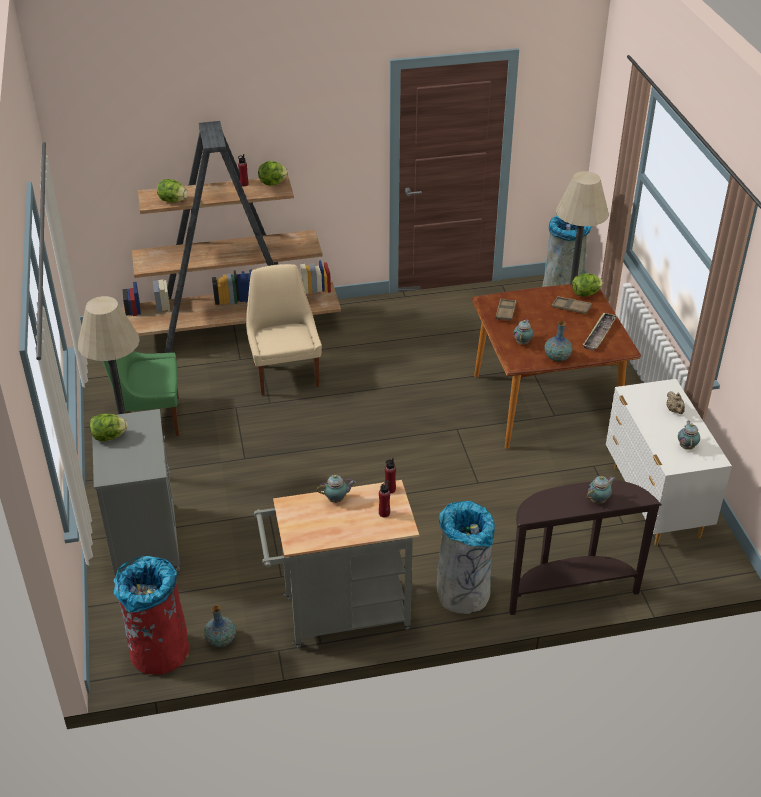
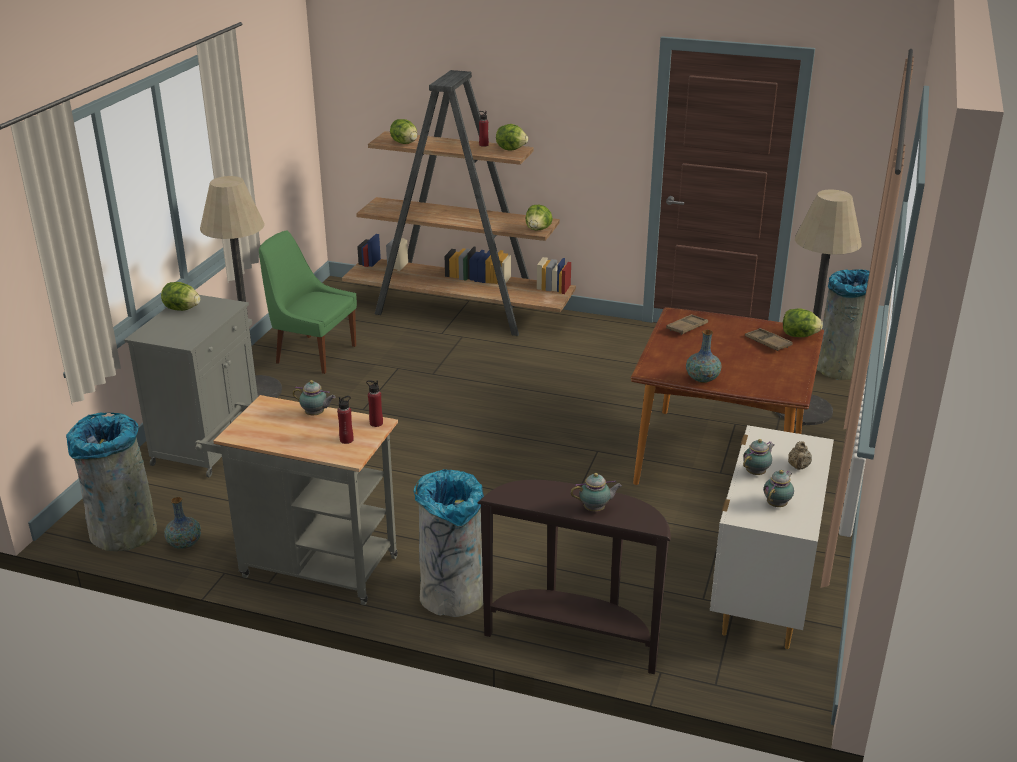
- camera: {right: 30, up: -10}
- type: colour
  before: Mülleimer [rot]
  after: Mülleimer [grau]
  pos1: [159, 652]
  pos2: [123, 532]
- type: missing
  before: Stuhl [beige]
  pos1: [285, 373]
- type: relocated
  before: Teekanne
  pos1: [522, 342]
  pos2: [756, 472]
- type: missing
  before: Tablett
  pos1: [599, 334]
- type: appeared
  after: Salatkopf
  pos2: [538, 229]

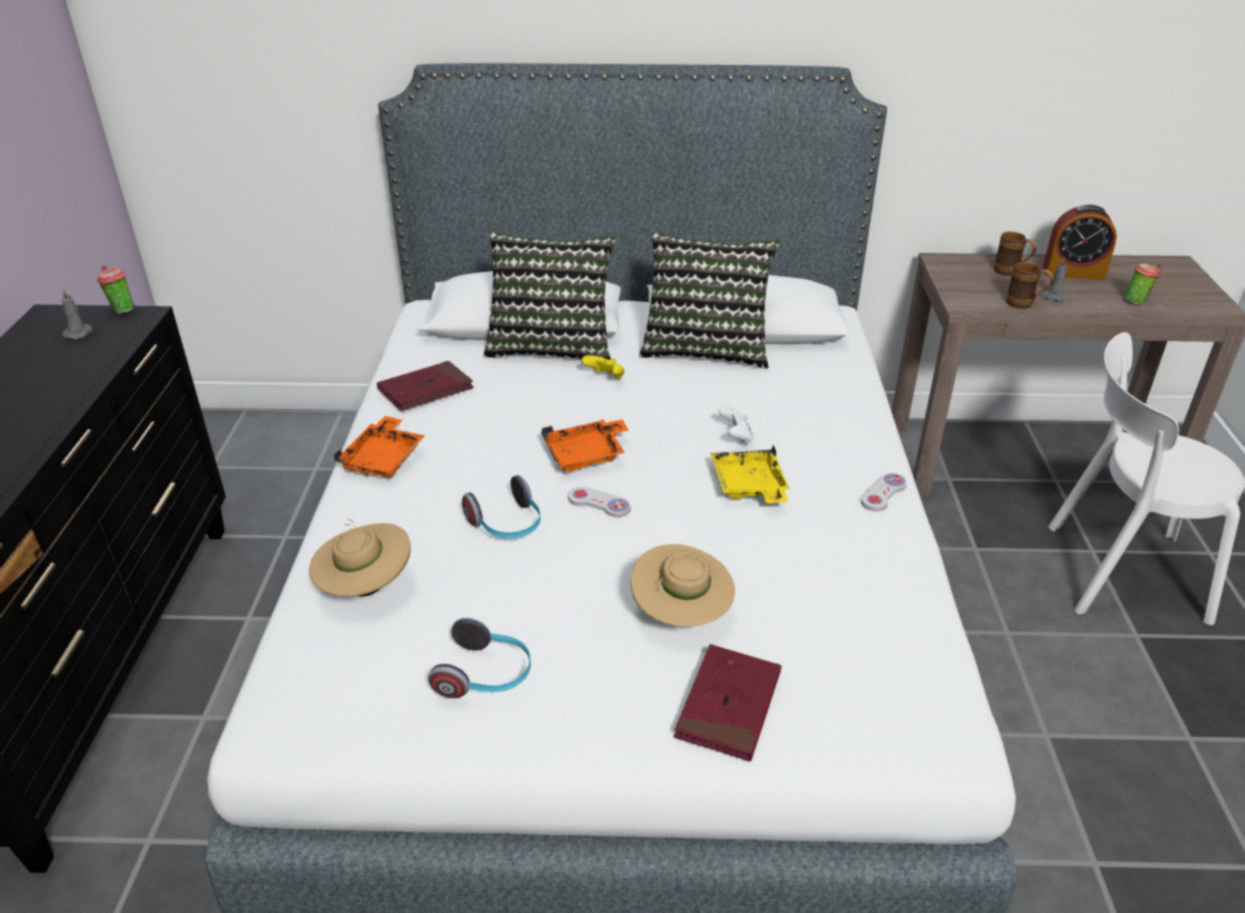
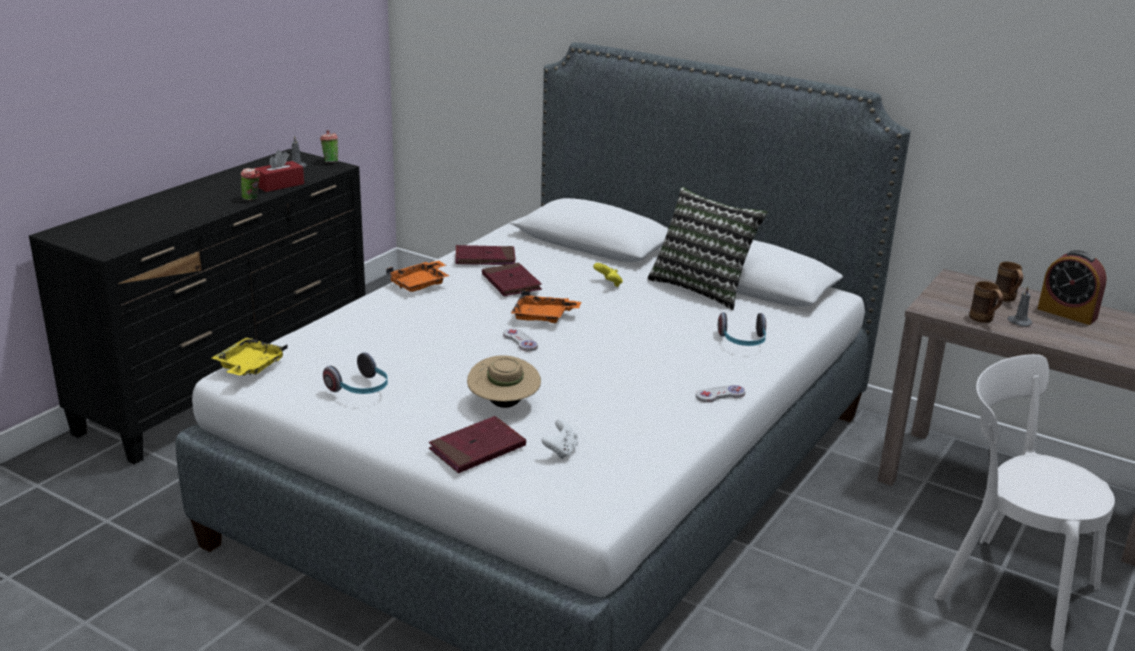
- camera: {right: 30, up: -10}
- type: missing
  before: Hut [beige]
  pos1: [365, 587]
- type: relocated
  before: Kopfhörer
  pos1: [507, 525]
  pos2: [743, 342]
- type: missing
  before: Kissen
  pos1: [551, 346]
- type: relocated
  before: Tablett [gelb]
  pos1: [749, 487]
  pos2: [249, 367]
- type: relocated
  before: Gamepad [weiß]
  pos1: [736, 438]
  pos2: [561, 451]
- type: relocated
  before: Tasse
  pos1: [1137, 301]
  pos2: [252, 199]
- type: appeared
  after: Taschentuchbox [rot]
  pos2: [279, 185]
- type: appeared
  after: Buch [rot]
  pos2: [511, 283]

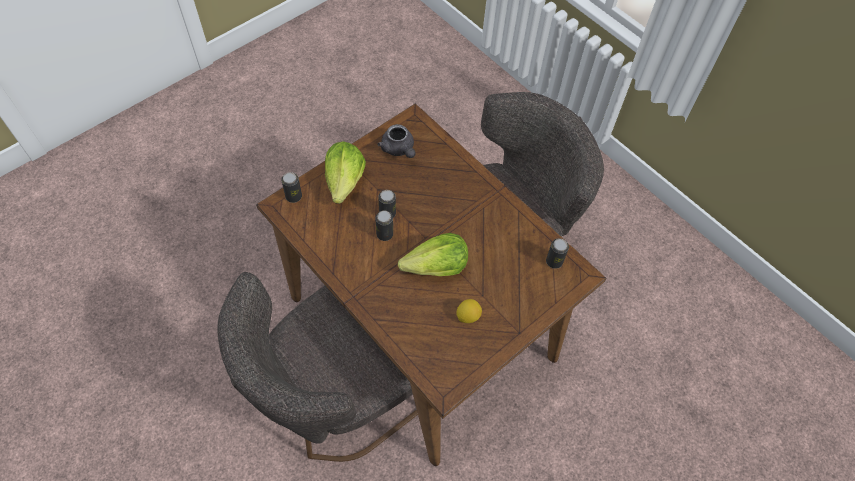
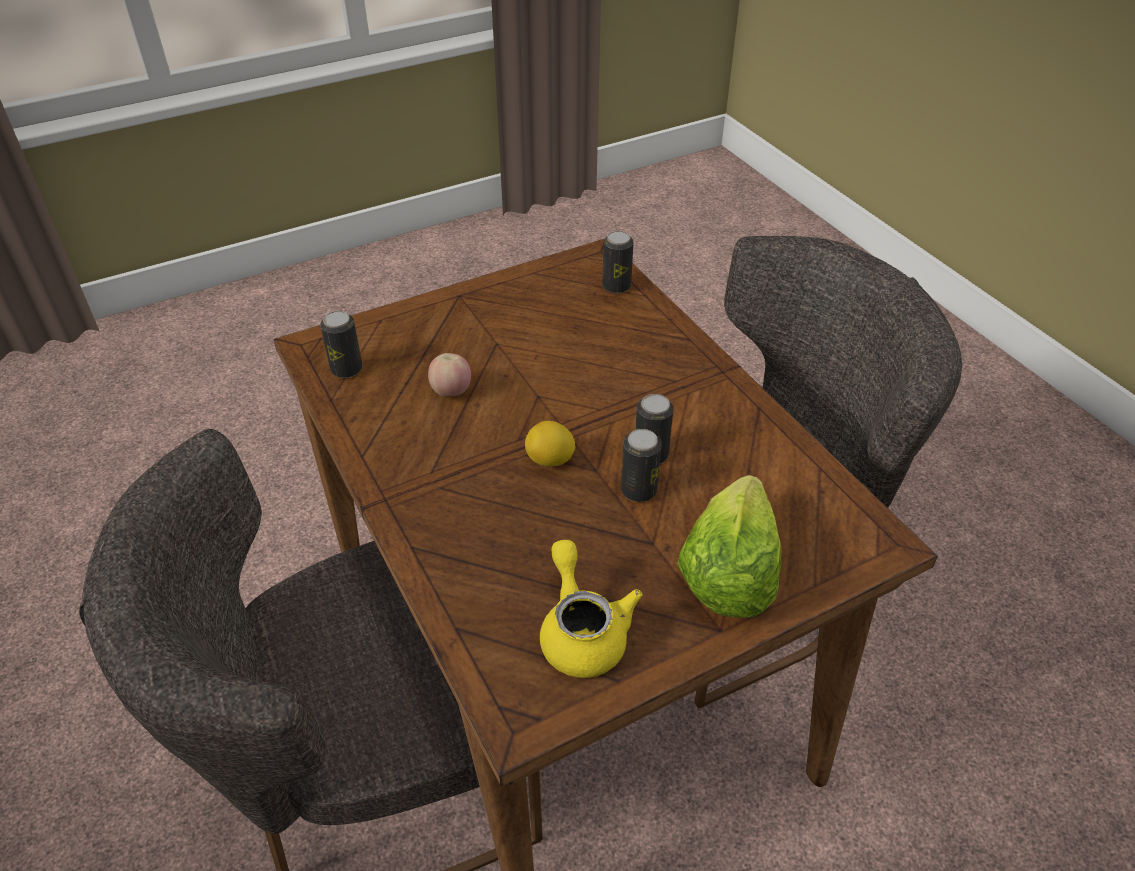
- camera: {right: -165, up: -15}
- type: relocated
  before: Dose
  pos1: [293, 196]
  pos2: [616, 286]
- type: colour
  before: Teekanne [grau]
  after: Teekanne [gelb]
  pos1: [399, 149]
  pos2: [582, 631]
- type: missing
  before: Salatkopf
  pos1: [436, 267]
- type: relocated
  before: Zitrone
  pos1: [468, 316]
  pos2: [550, 460]
- type: appeared
  after: Apfel
  pos2: [451, 392]

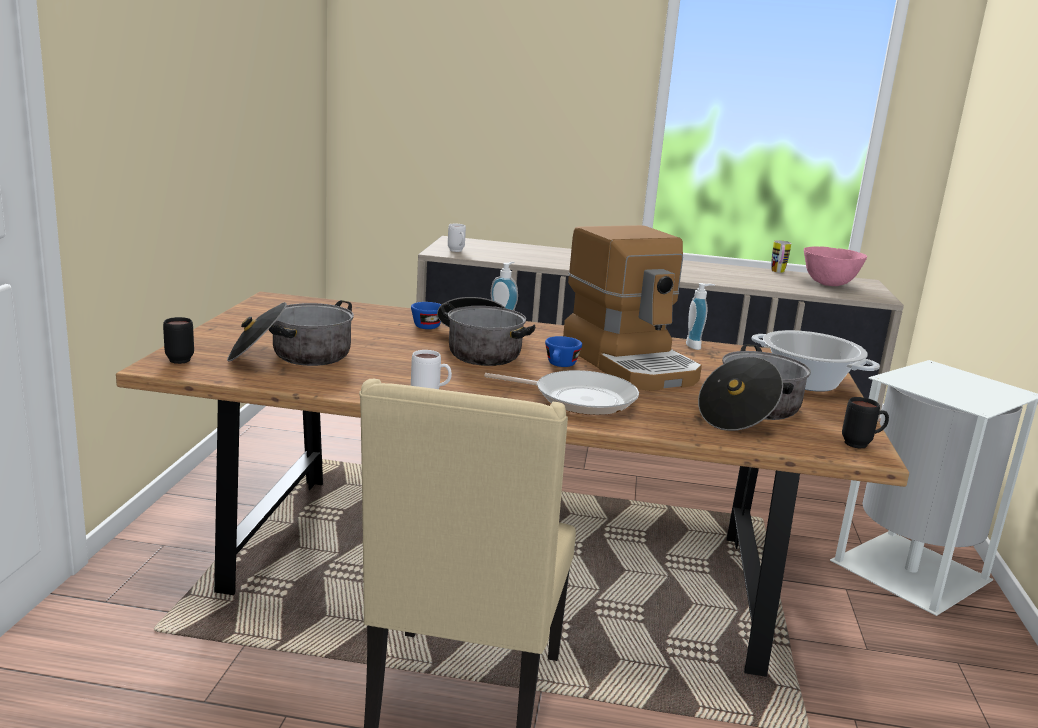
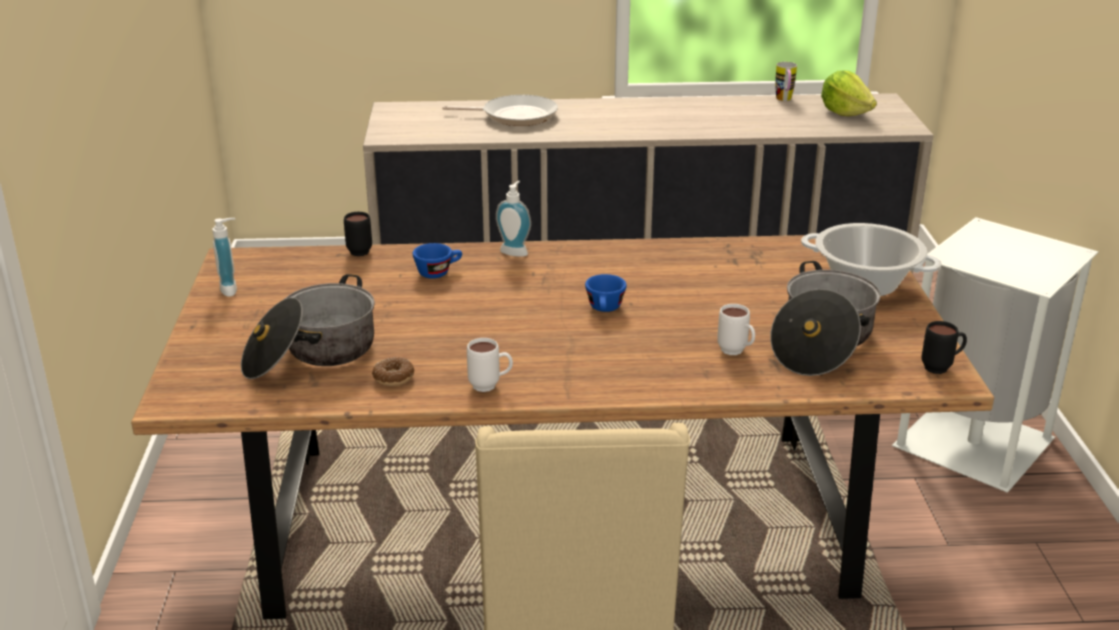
- camera: {right: -10, up: 10}
- type: relocated
  before: Henkelbecher [schwarz]
  pos1: [182, 359]
  pos2: [360, 250]
- type: missing
  before: Kochtopf
  pos1: [480, 350]
- type: relocated
  before: Henkelbecher [weiß]
  pos1: [457, 251]
  pos2: [736, 353]
- type: relocated
  before: Pfanne
  pos1: [579, 399]
  pos2: [515, 116]
- type: missing
  before: Kaffeemaschine
  pos1: [631, 363]
- type: relocated
  before: Seifenspender
  pos1: [696, 346]
  pos2: [232, 289]
- type: exchanged
  before: Schüssel [rosa]
  after: Salatkopf
  pos1: [828, 284]
  pos2: [845, 113]
- type: appeared
  after: Donut
  pos2: [393, 378]

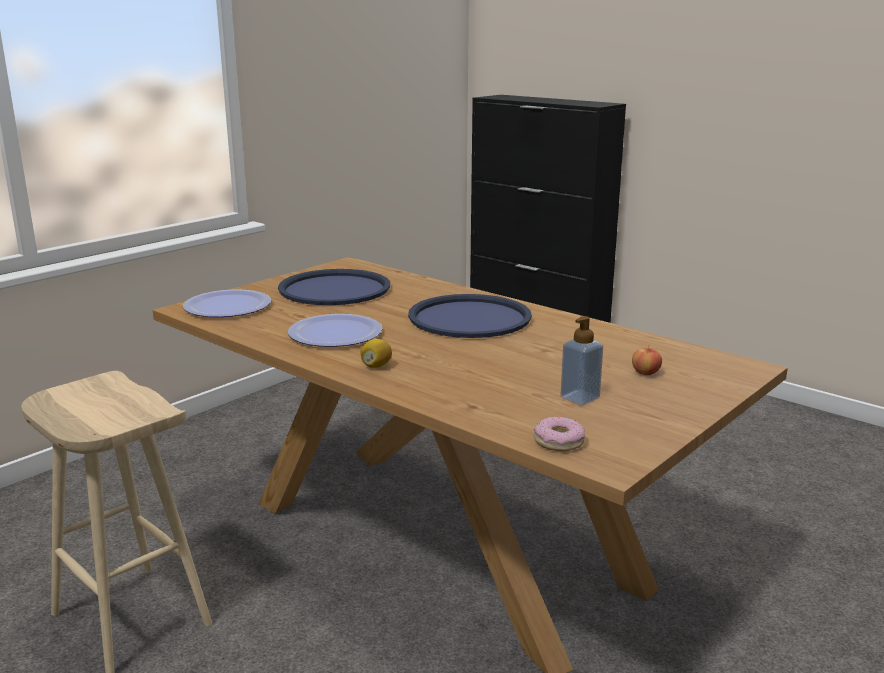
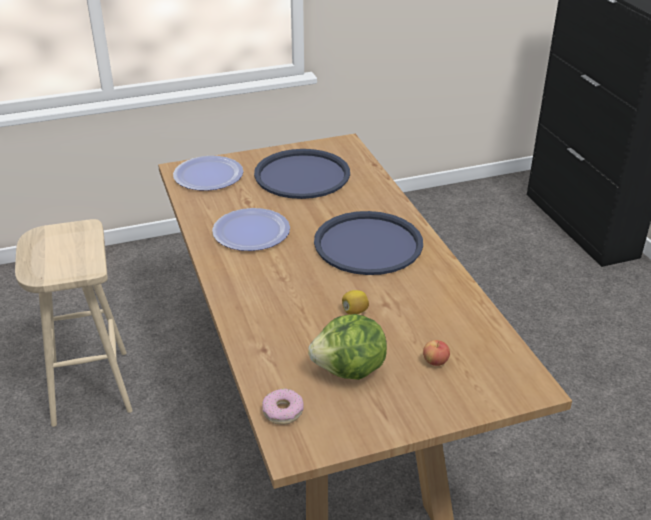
- camera: {right: 30, up: 15}
- type: relocated
  before: Zitrone
  pos1: [376, 366]
  pos2: [354, 311]
- type: exchanged
  before: Seifenspender
  after: Salatkopf
  pos1: [580, 398]
  pos2: [350, 370]

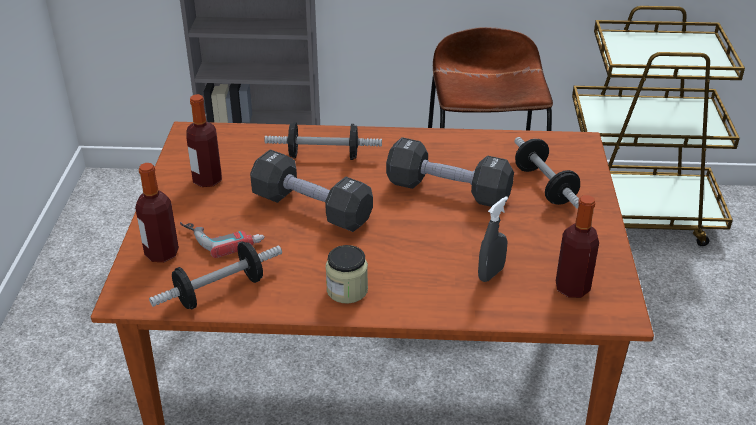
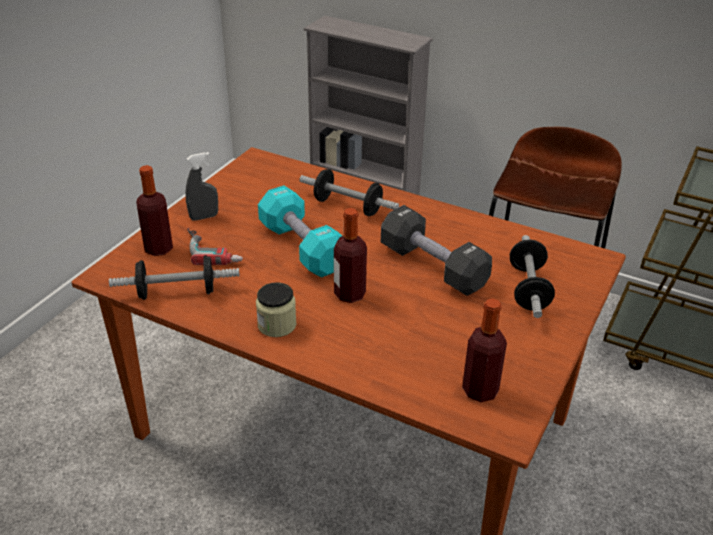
- camera: {right: 25, up: 0}
- type: relocated
  before: Flasche
  pos1: [207, 180]
  pos2: [349, 294]
- type: colour
  before: Hantel [schwarz]
  after: Hantel [türkis]
  pos1: [311, 208]
  pos2: [302, 247]
- type: relocated
  before: Sprühflasche [grau]
  pos1: [491, 274]
  pos2: [204, 217]

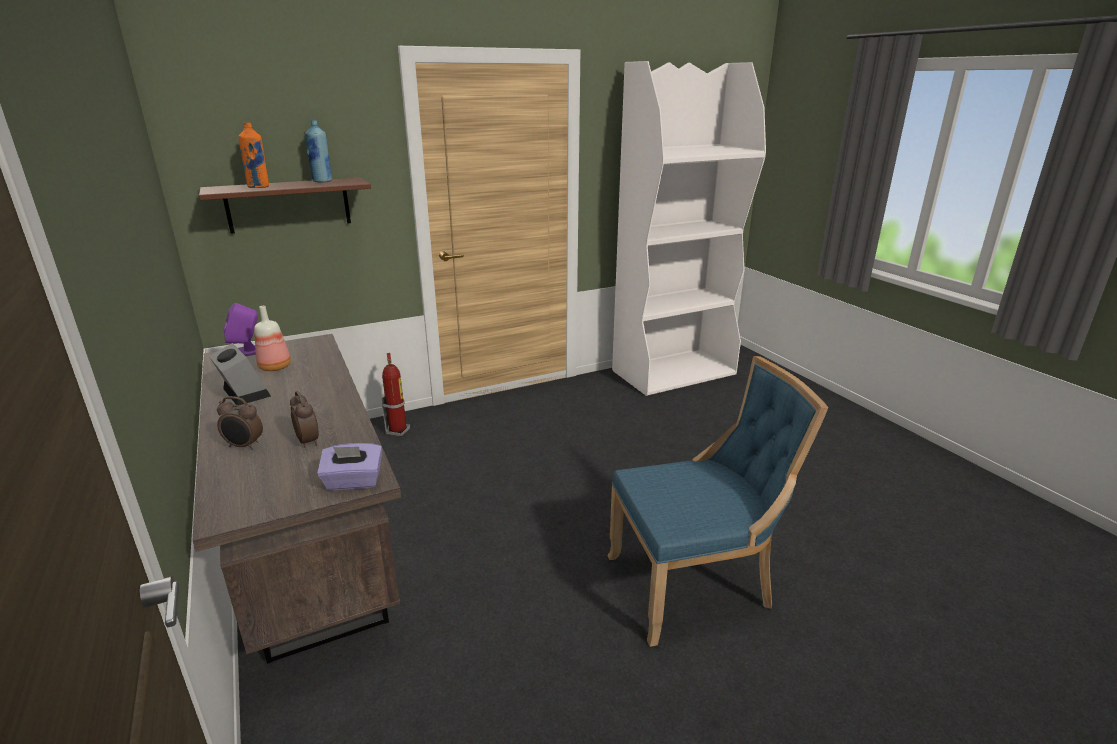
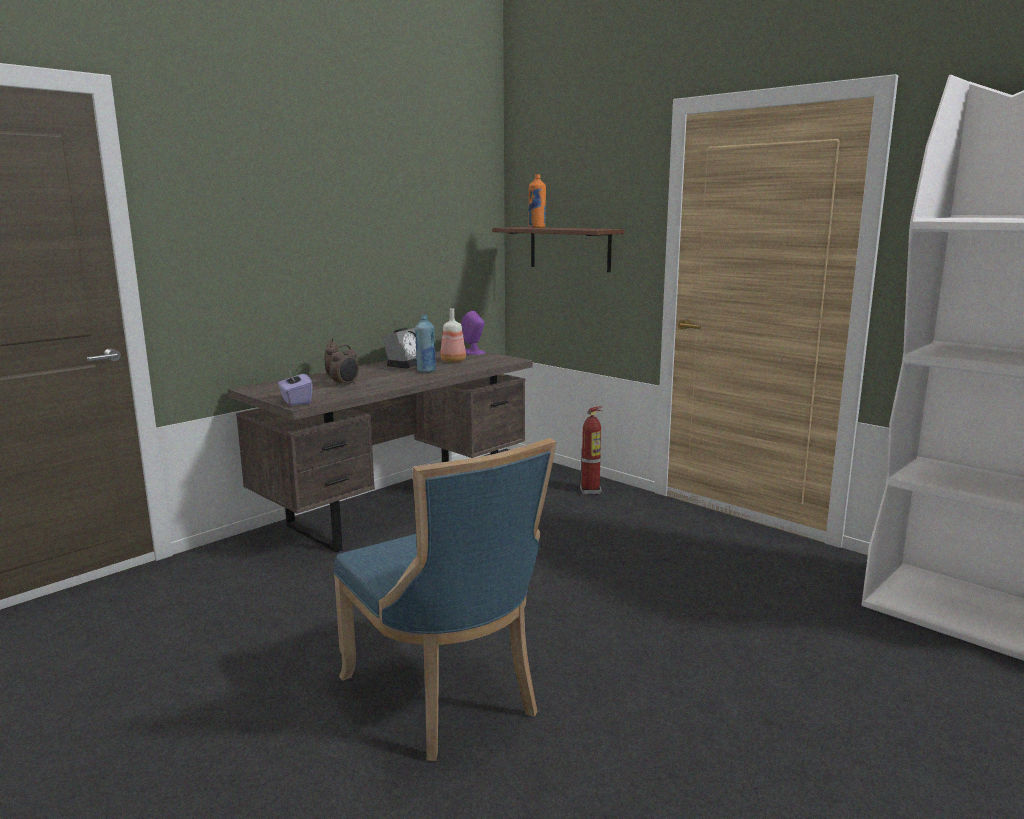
- camera: {right: 70, up: -10}
- type: relocated
  before: Flasche [blau]
  pos1: [322, 181]
  pos2: [426, 371]

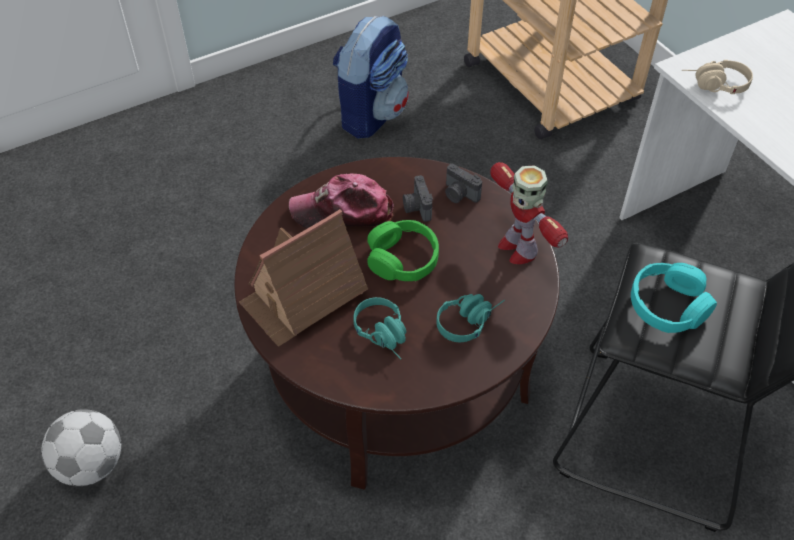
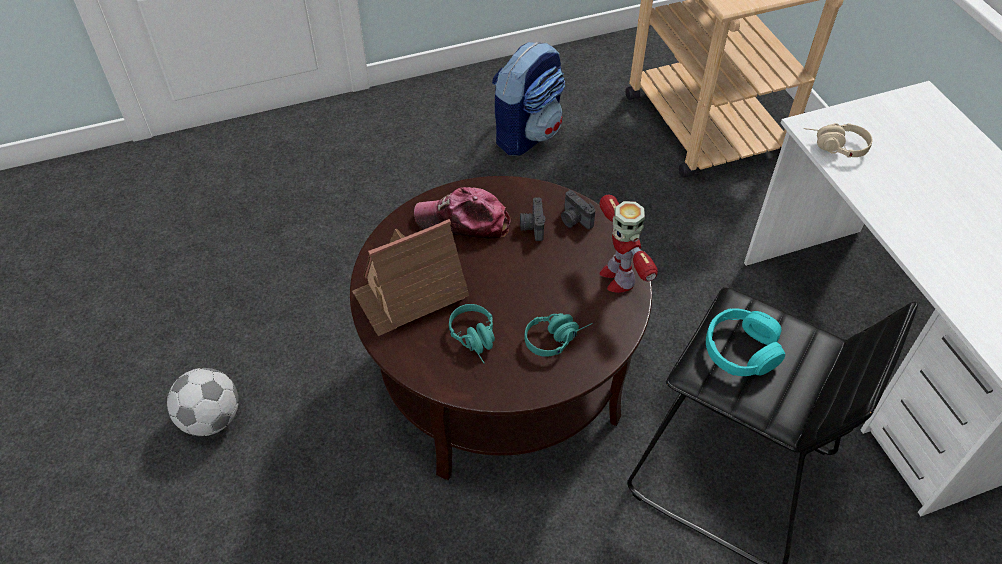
- camera: {right: 10, up: 0}
- type: missing
  before: Kopfhörer [grün]
  pos1: [403, 259]

